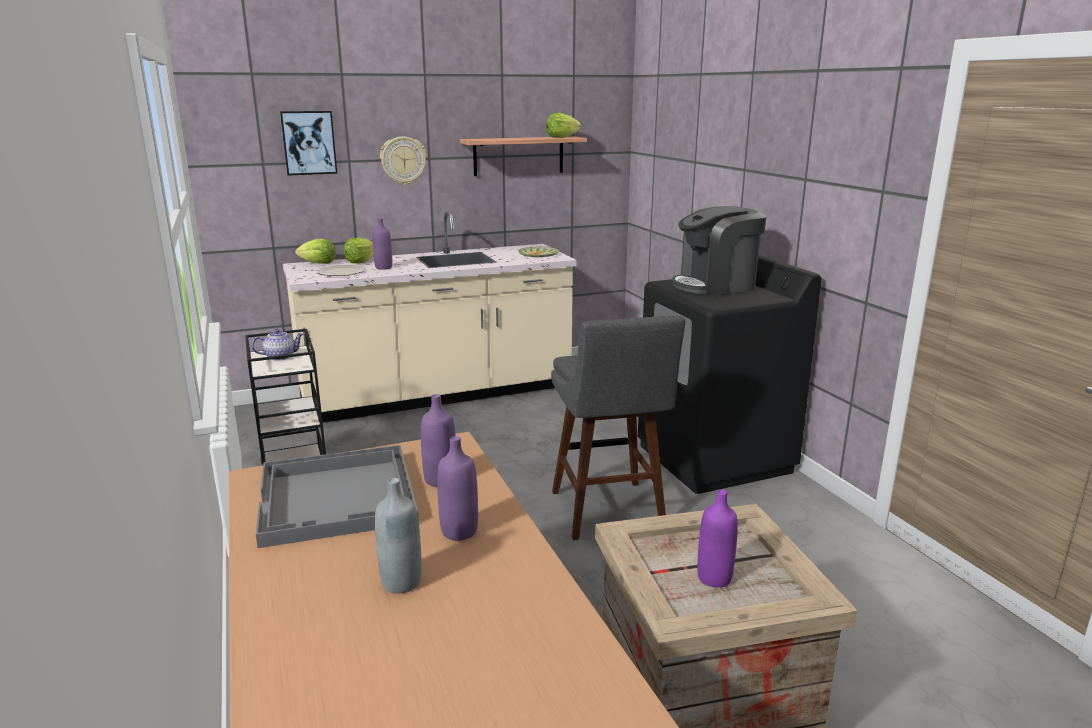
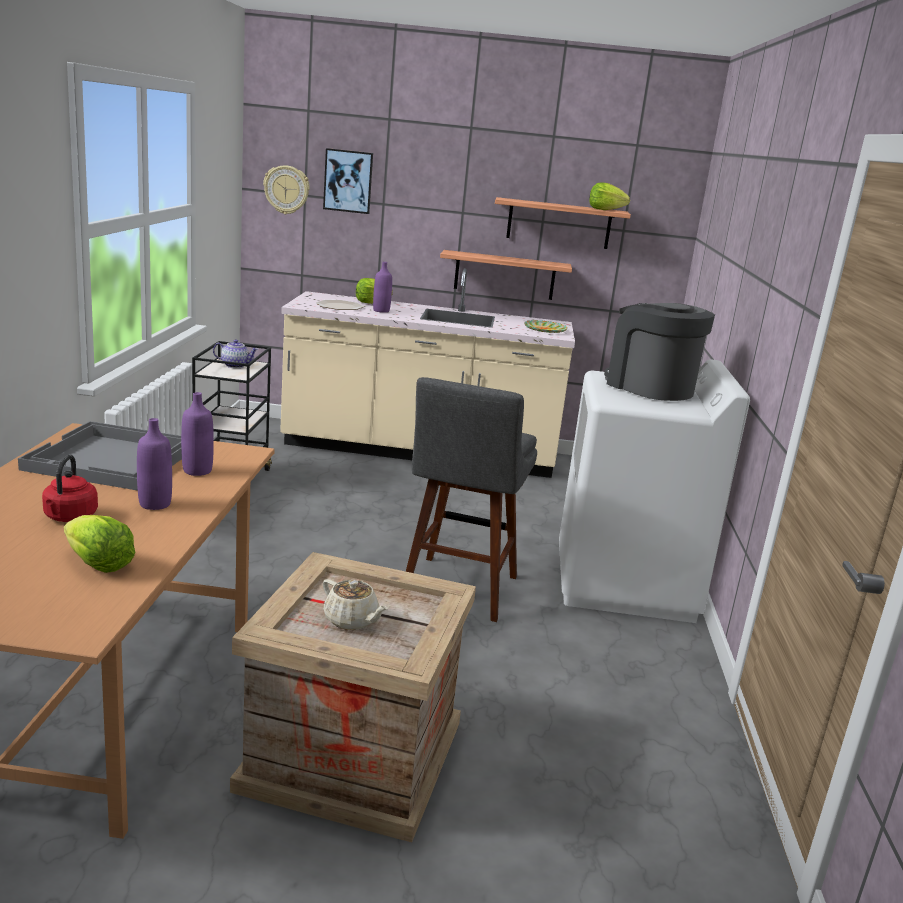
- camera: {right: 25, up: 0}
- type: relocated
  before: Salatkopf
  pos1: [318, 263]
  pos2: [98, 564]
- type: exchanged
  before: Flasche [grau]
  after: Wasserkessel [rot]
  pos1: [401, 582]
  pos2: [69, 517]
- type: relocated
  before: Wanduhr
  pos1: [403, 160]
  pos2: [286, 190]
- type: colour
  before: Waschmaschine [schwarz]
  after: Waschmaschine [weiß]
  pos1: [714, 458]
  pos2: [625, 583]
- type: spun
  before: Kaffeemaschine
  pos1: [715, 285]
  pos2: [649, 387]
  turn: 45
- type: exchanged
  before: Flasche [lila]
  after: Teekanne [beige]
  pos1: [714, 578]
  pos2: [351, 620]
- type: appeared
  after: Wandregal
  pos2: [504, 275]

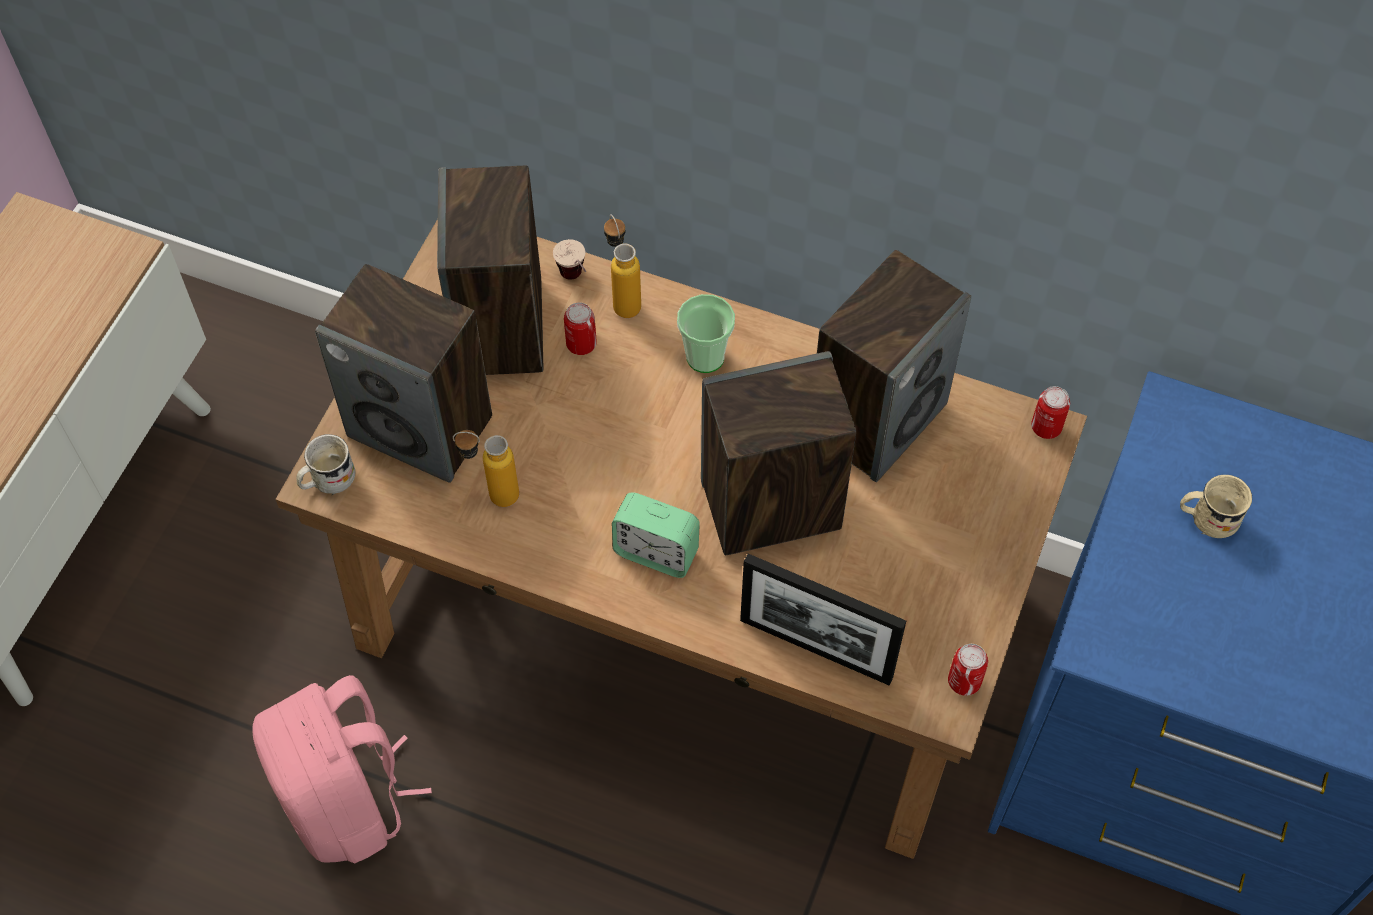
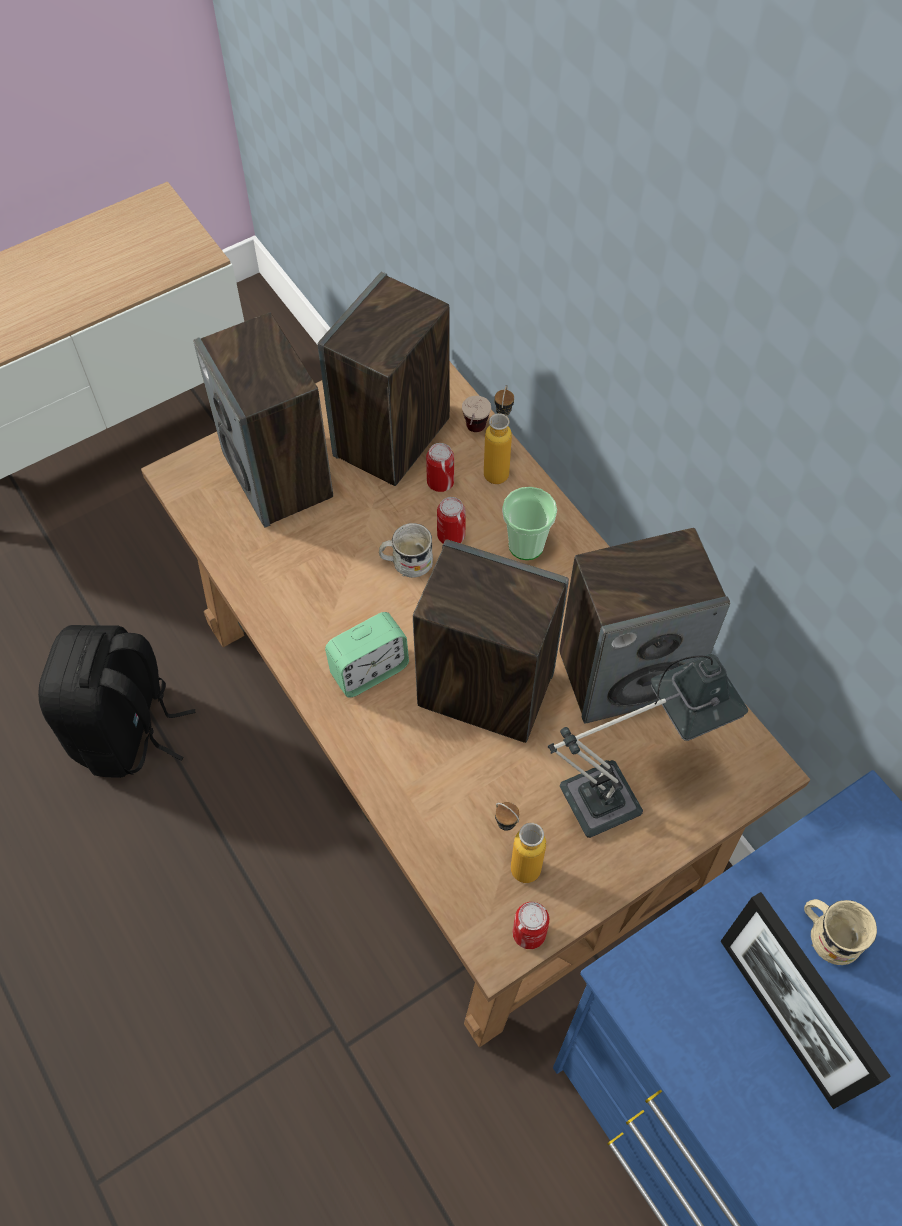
- camera: {right: 35, up: 0}
- type: colour
  before: Rucksack [rosa]
  after: Rucksack [schwarz]
  pos1: [348, 800]
  pos2: [127, 730]
- type: relocated
  before: Henkelbecher [weiß]
  pos1: [327, 480]
  pos2: [406, 562]
- type: relocated
  before: Flasche
  pos1: [491, 494]
  pos2: [515, 861]
- type: spun
  before: Wecker
  pos1: [656, 552]
  pos2: [369, 670]
  turn: -90
- type: relocated
  before: Bilderrahmen
  pos1: [816, 649]
  pos2: [779, 1019]
- type: relocated
  before: Dose
  pos1: [1046, 427]
  pos2: [451, 536]
- type: appeared
  after: Tischlampe
  pos2: [617, 792]

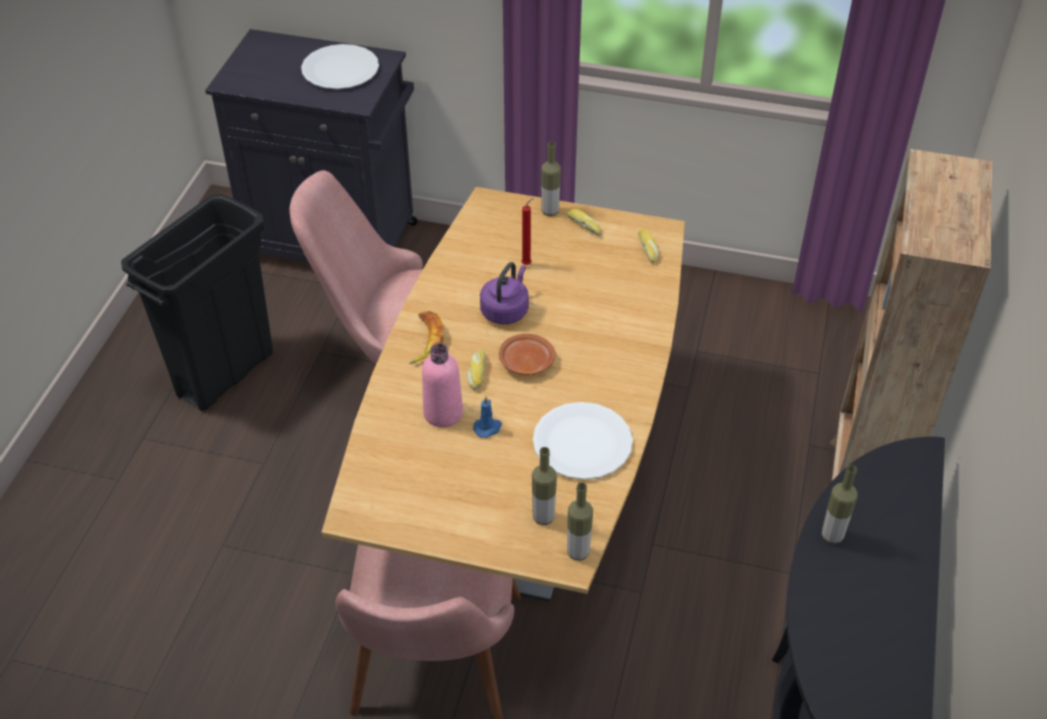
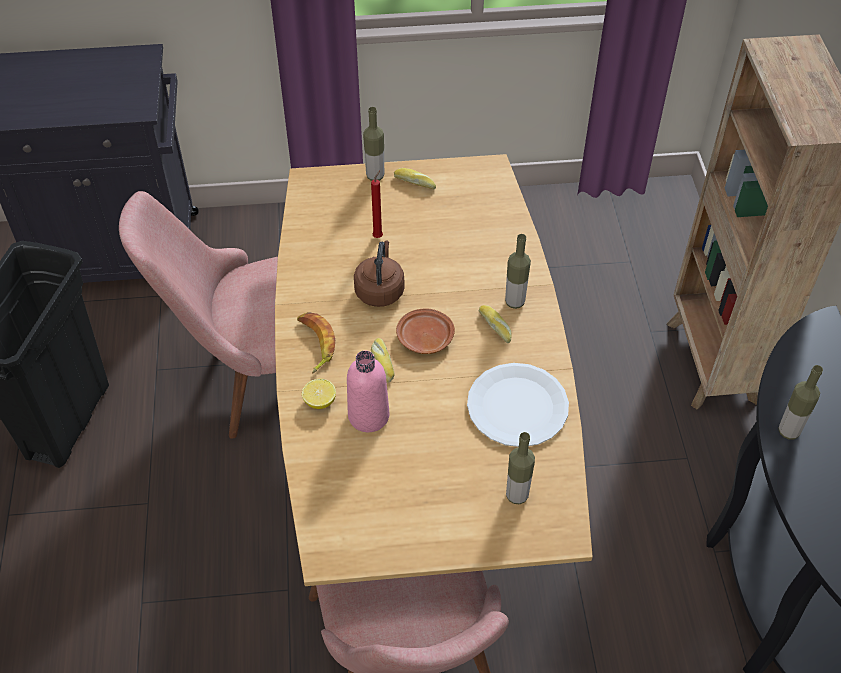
- camera: {right: -20, up: 5}
- type: missing
  before: Teller [weiß]
  pos1: [340, 69]
- type: missing
  before: Kerze [blau]
  pos1: [488, 428]
- type: colour
  before: Wasserkessel [lila]
  after: Wasserkessel [braun]
  pos1: [506, 310]
  pos2: [380, 290]
- type: relocated
  before: Flasche
  pos1: [578, 552]
  pos2: [515, 302]
- type: relocated
  before: Brot
  pos1: [648, 249]
  pos2: [496, 326]
- type: appeared
  after: Zitrone
  pos2: [320, 401]

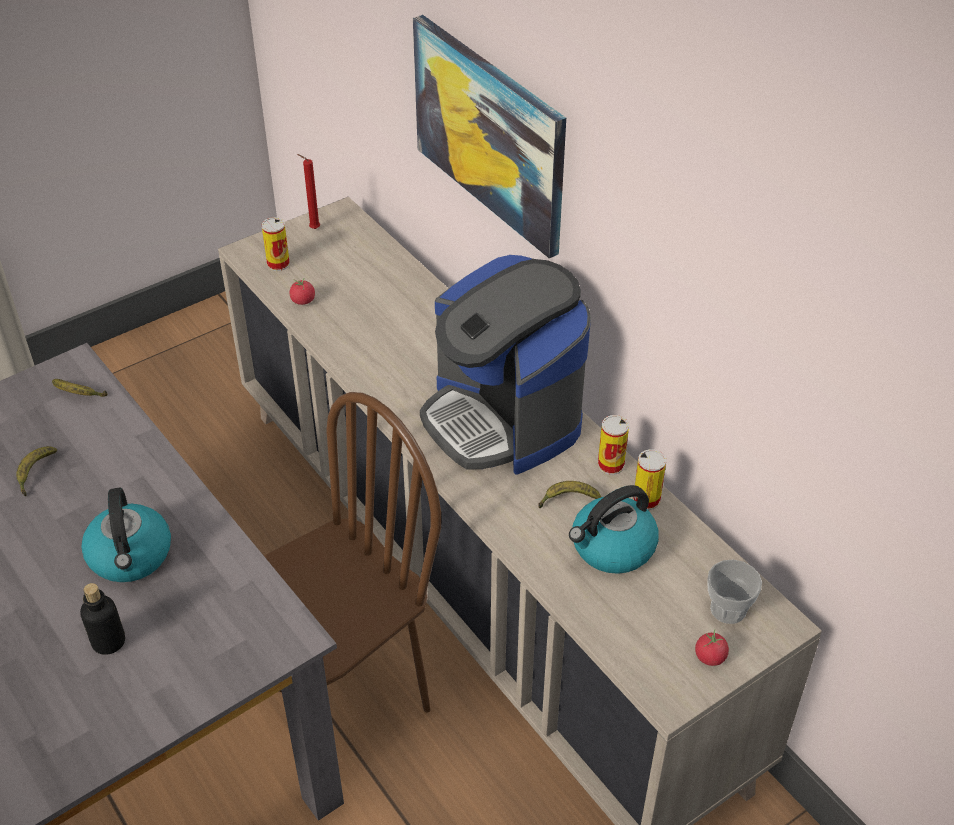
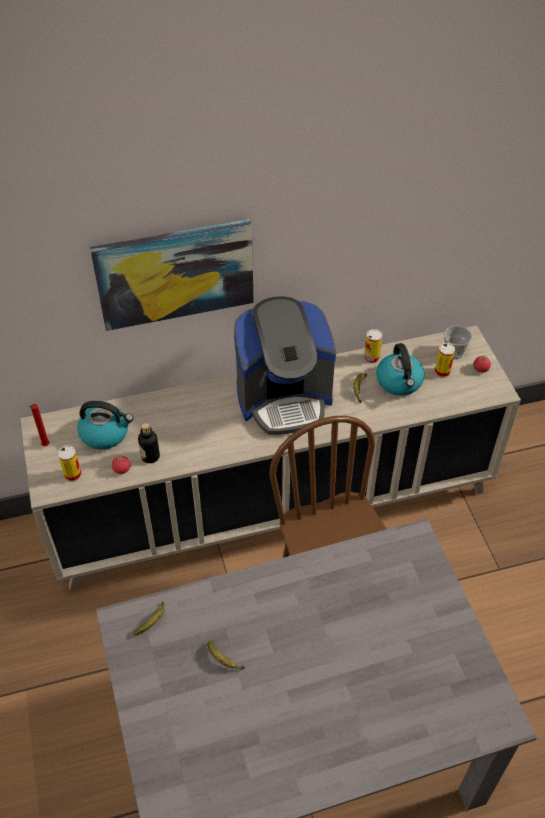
- camera: {right: -70, up: 5}
- type: relocated
  before: Flasche
  pos1: [108, 642]
  pos2: [150, 456]
- type: relocated
  before: Wasserkessel
  pos1: [131, 556]
  pos2: [105, 433]
- type: relocated
  before: Dose
  pos1: [611, 465]
  pos2: [442, 372]

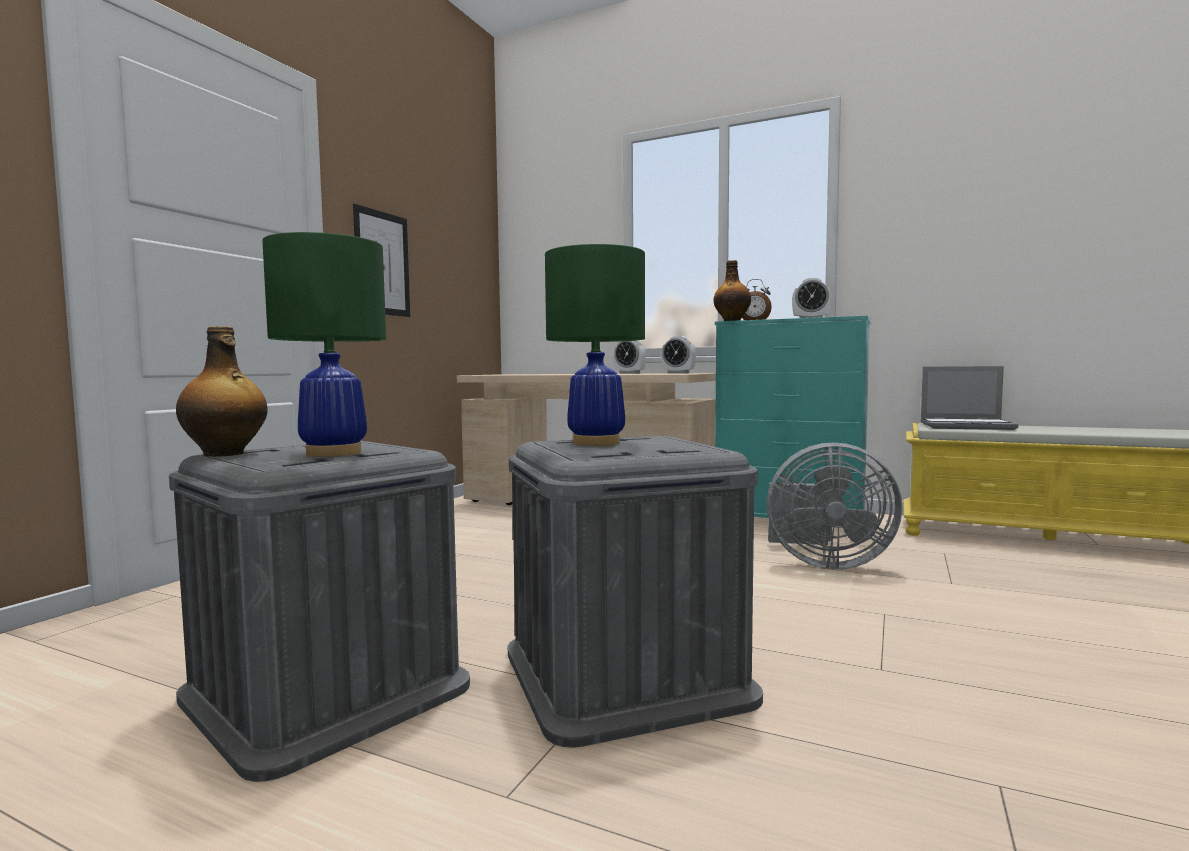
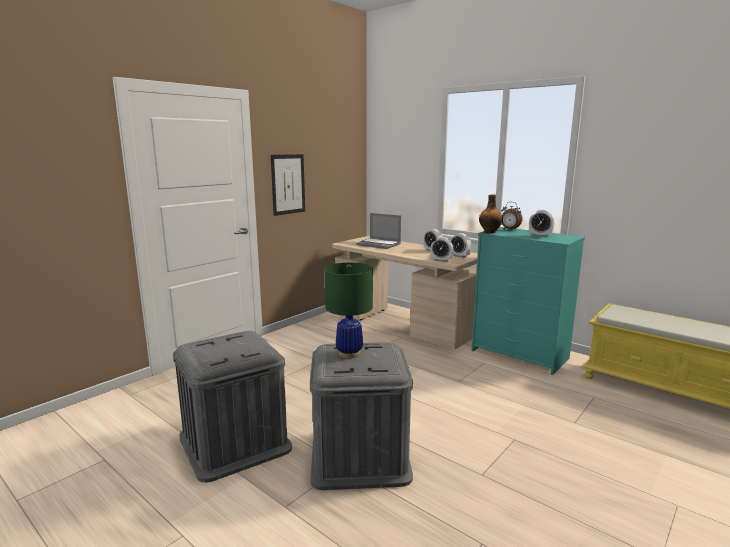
- camera: {right: 15, up: 10}
- type: missing
  before: Flasche
  pos1: [225, 454]
- type: missing
  before: Tischlampe [grün]
  pos1: [334, 453]
- type: missing
  before: Ventilator [grau]
  pos1: [823, 563]
- type: relocated
  before: Laptop
  pos1: [967, 426]
  pos2: [379, 244]
- type: appeared
  after: Wecker
  pos2: [441, 260]

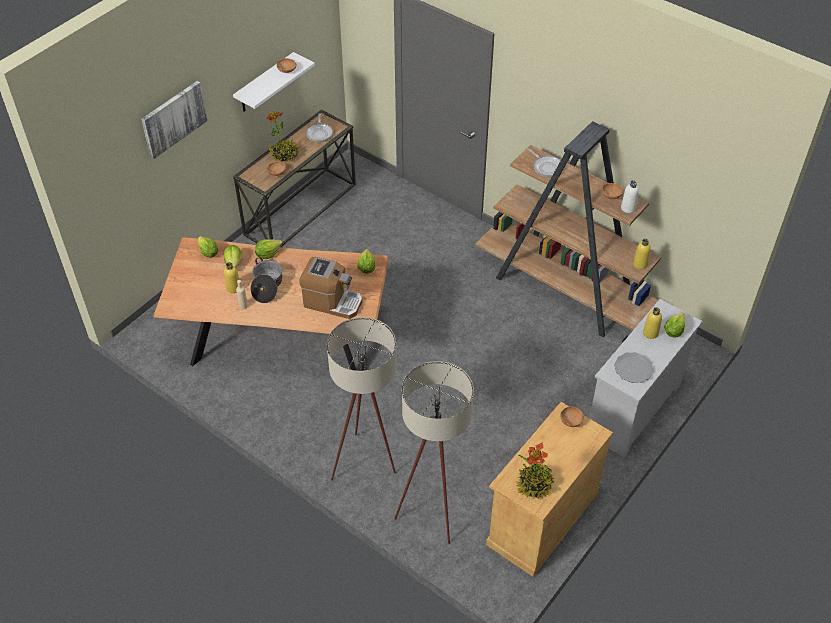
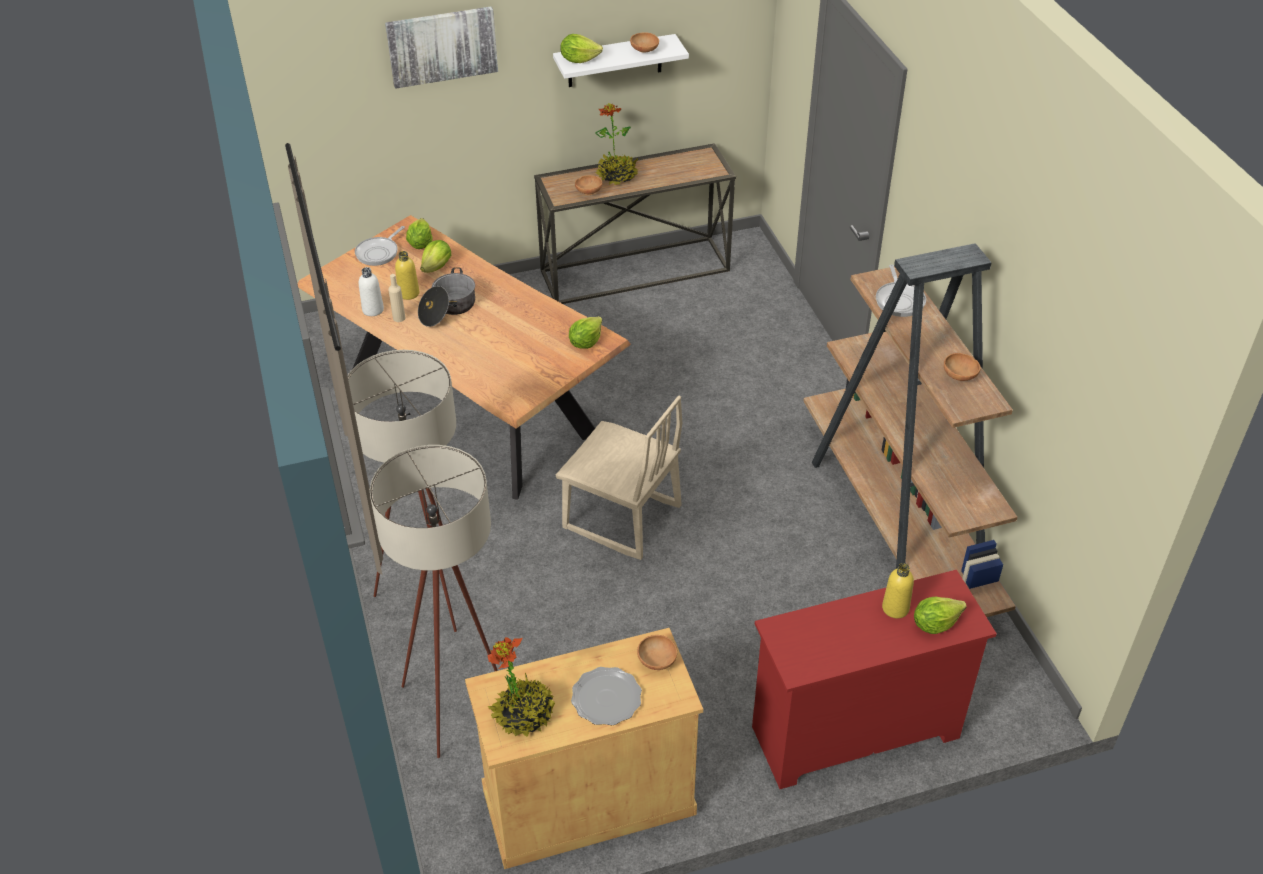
- camera: {right: 35, up: -5}
- type: relocated
  before: Salatkopf
  pos1: [268, 254]
  pos2: [579, 60]
- type: missing
  before: Kaffeemaschine
  pos1: [332, 302]
- type: relocated
  before: Pfanne
  pos1: [319, 133]
  pos2: [379, 252]
- type: colour
  before: Kommode [weiß]
  after: Kommode [rot]
  pos1: [633, 409]
  pos2: [854, 732]
- type: relocated
  before: Teller
  pos1: [633, 369]
  pos2: [606, 698]
- type: relocated
  before: Flasche [weiß]
  pos1: [628, 208]
  pos2: [373, 310]
- type: missing
  before: Flasche [gelb]
  pos1: [640, 264]
- type: appeared
  after: Stuhl [beige]
  pos2: [621, 518]

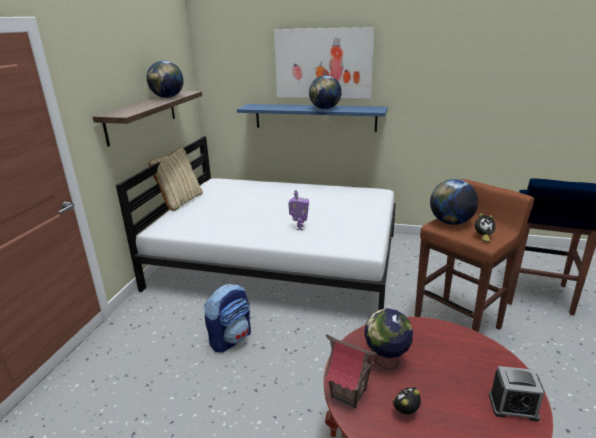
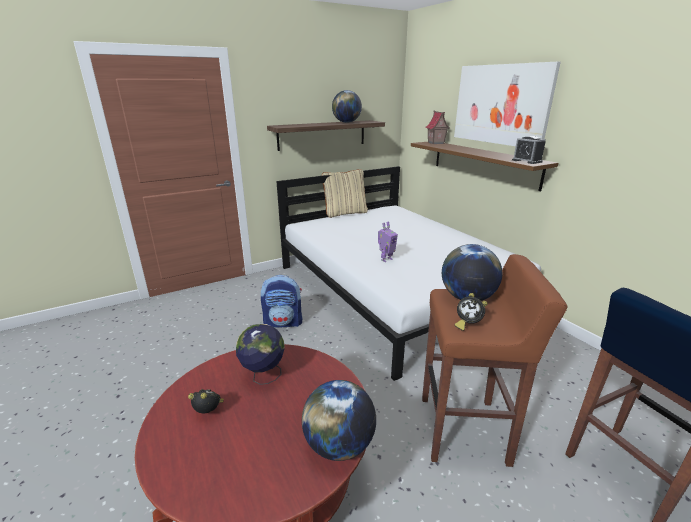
- camera: {right: 45, up: 0}
- type: colour
  before: Wandregal [blau]
  after: Wandregal [braun]
  pos1: [315, 117]
  pos2: [483, 163]
- type: relocated
  before: Globus
  pos1: [325, 109]
  pos2: [339, 445]
- type: relocated
  before: Spielzeughaus
  pos1: [348, 394]
  pos2: [435, 143]
- type: relocated
  before: Wecker
  pos1: [513, 406]
  pos2: [526, 161]

